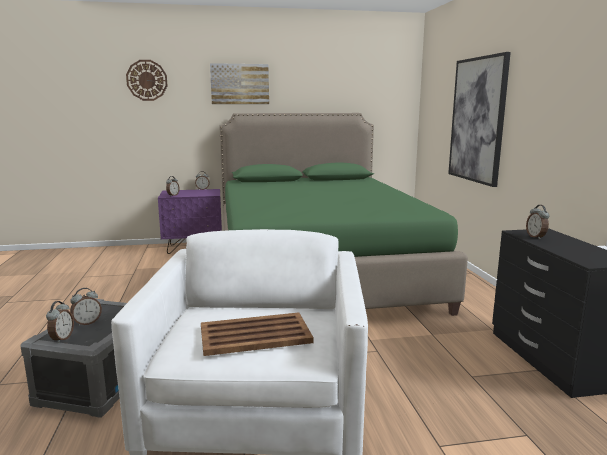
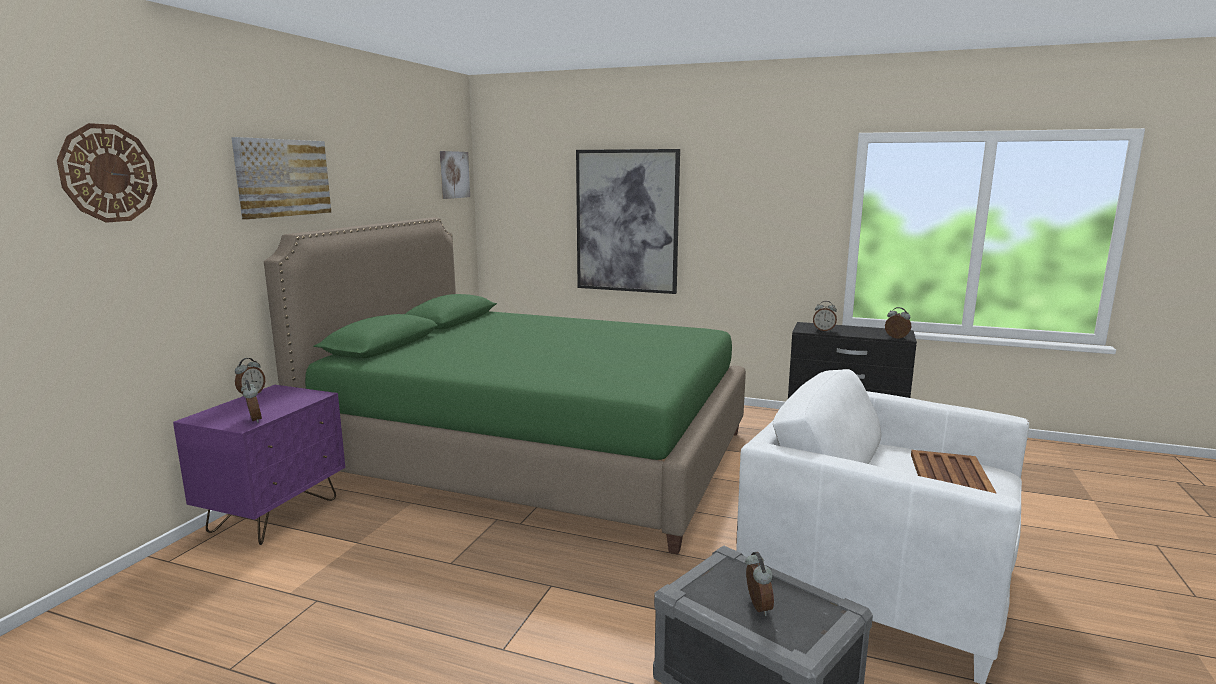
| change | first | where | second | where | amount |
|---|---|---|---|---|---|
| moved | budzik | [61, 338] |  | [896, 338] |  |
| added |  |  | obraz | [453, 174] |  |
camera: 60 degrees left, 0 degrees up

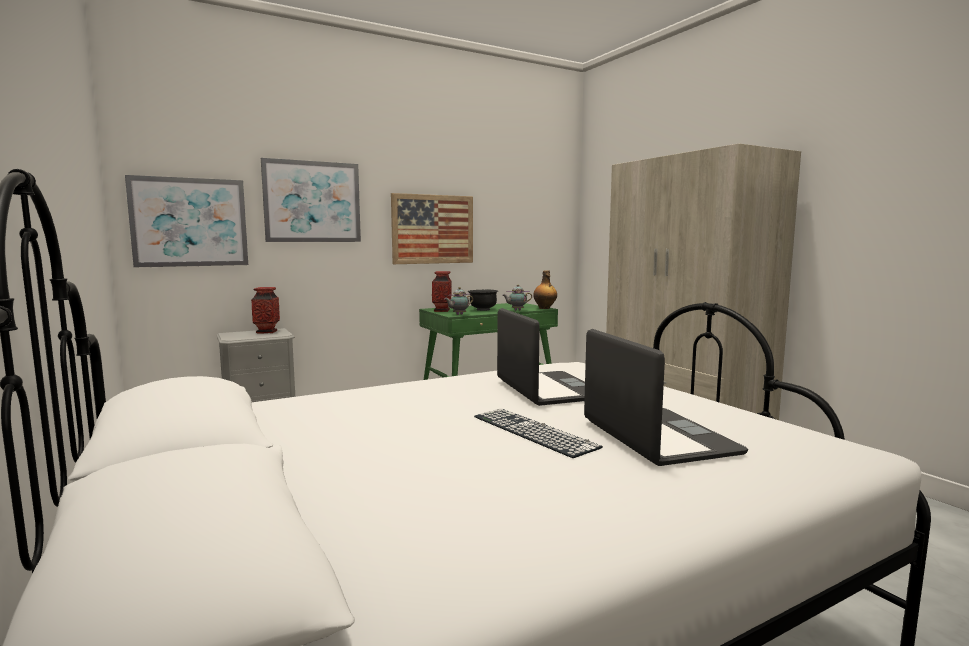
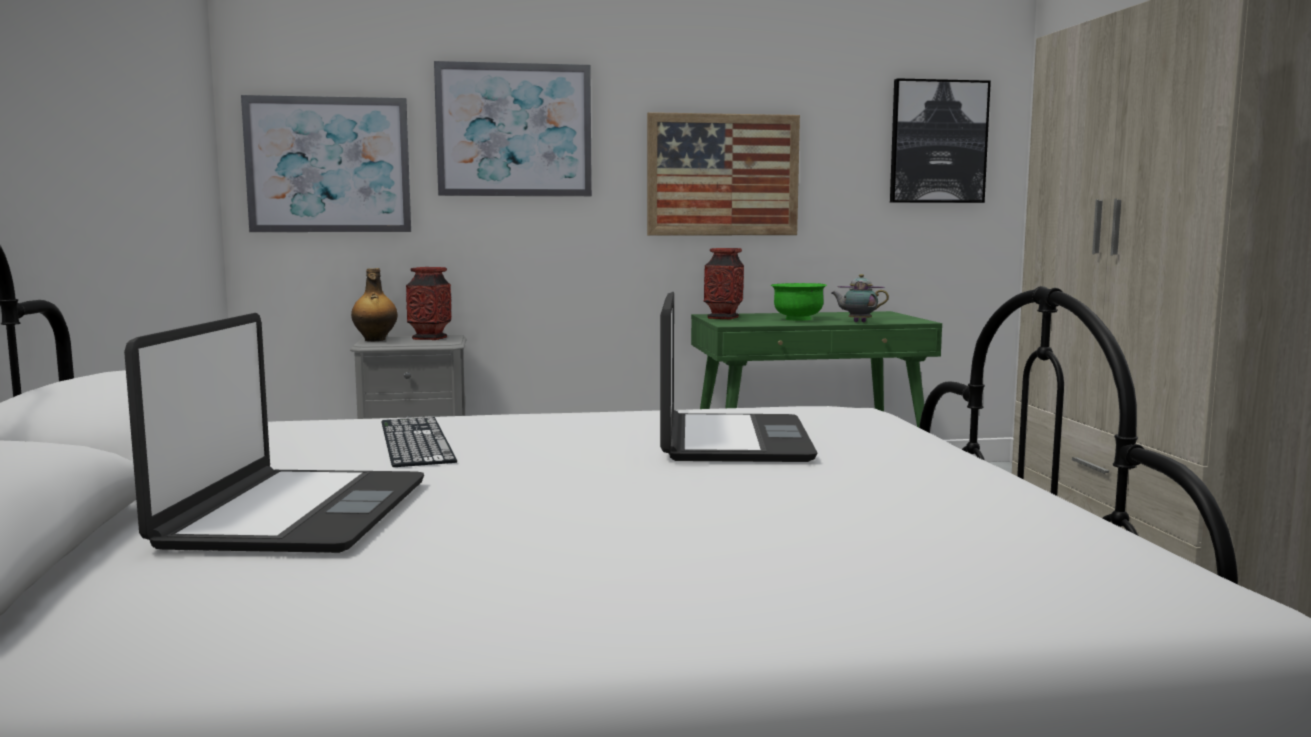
| change | first | where | second | where | amount |
|---|---|---|---|---|---|
| moved | butelka | [544, 308] |  | [375, 340] |  |
| removed | imbryk | [458, 314] |  |  |  |
| recoloured | miska (czarny) | [483, 309] | miska (zielony) | [797, 319] |  |
| moved | laptop | [656, 438] |  | [294, 514] |  |
| moved | klawiatura | [533, 431] |  | [415, 441] |  |
| added |  |  | obraz | [938, 142] |  |
camera: 20 degrees right, 0 degrees up

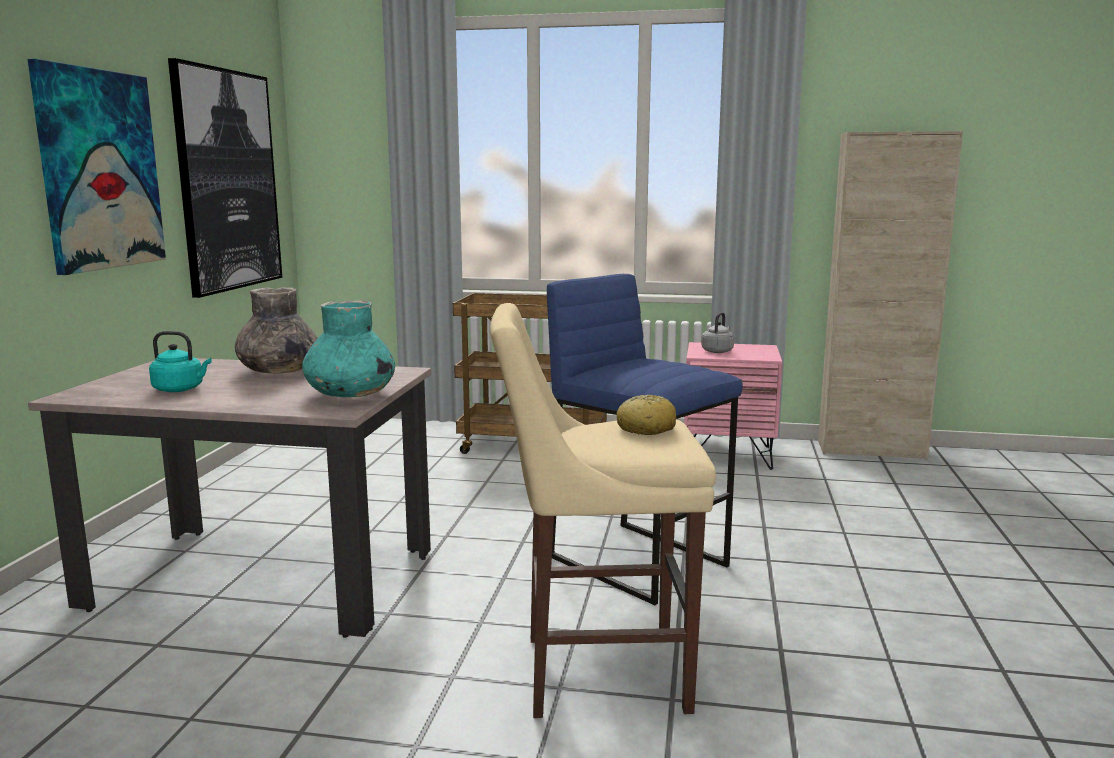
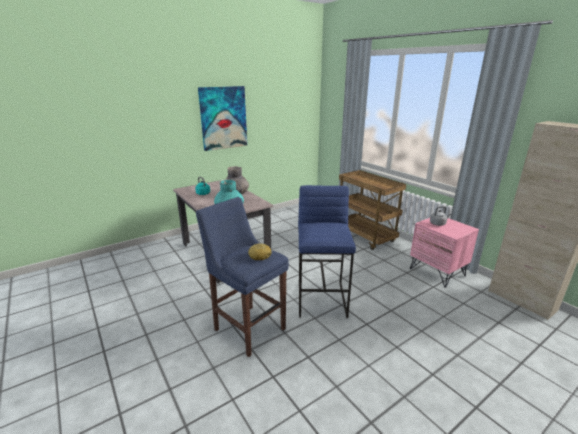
| change | first | where | second | where | amount |
|---|---|---|---|---|---|
| removed | obraz | [228, 180] |  |  |  |
| recoloured | stołek (beżowy) | [595, 672] | stołek (niebieski) | [247, 327] |  |
camera: 45 degrees right, 10 degrees up

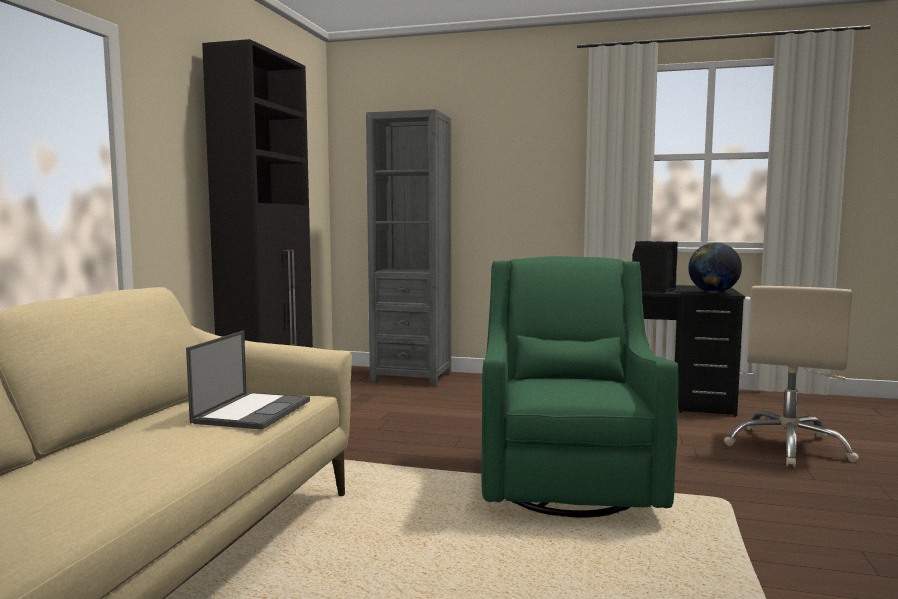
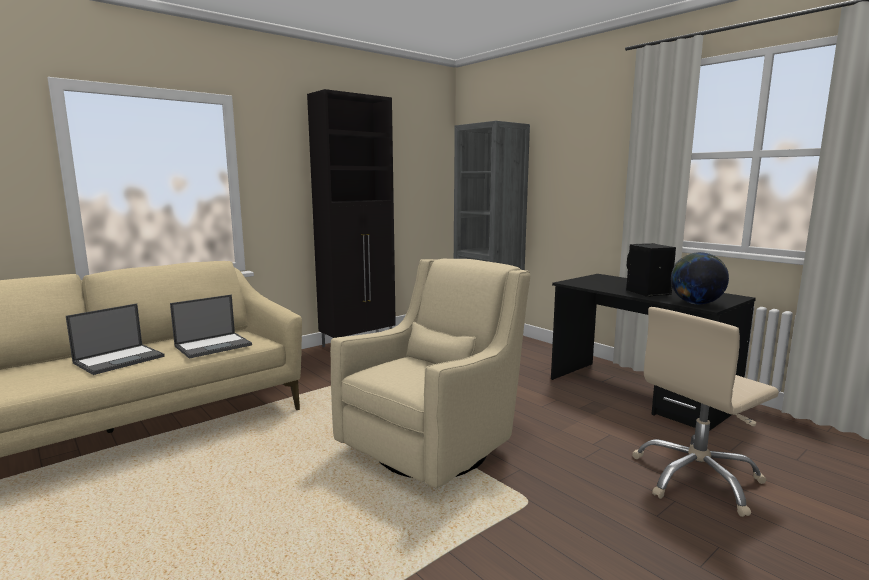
| change | first | where | second | where | amount |
|---|---|---|---|---|---|
| recoloured | fotel (zielony) | [567, 485] | fotel (beżowy) | [435, 447] |  |
| added |  |  | laptop | [120, 359] |  |
camera: 35 degrees right, 5 degrees up

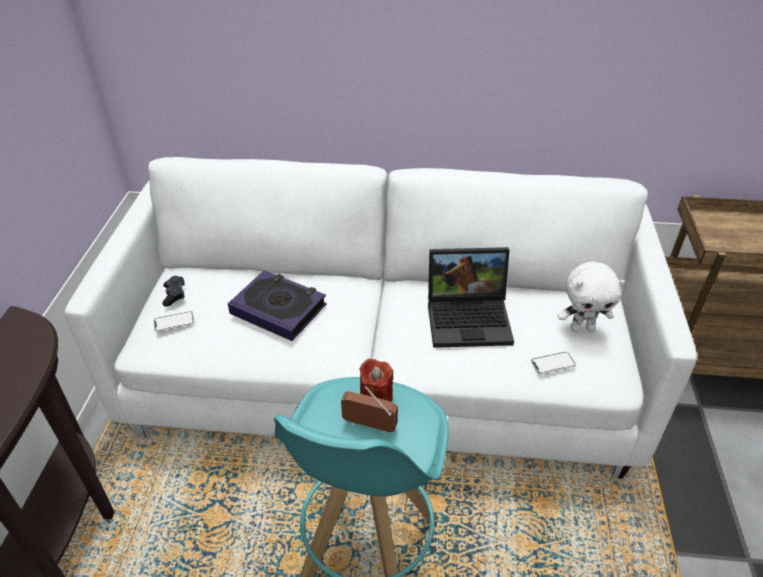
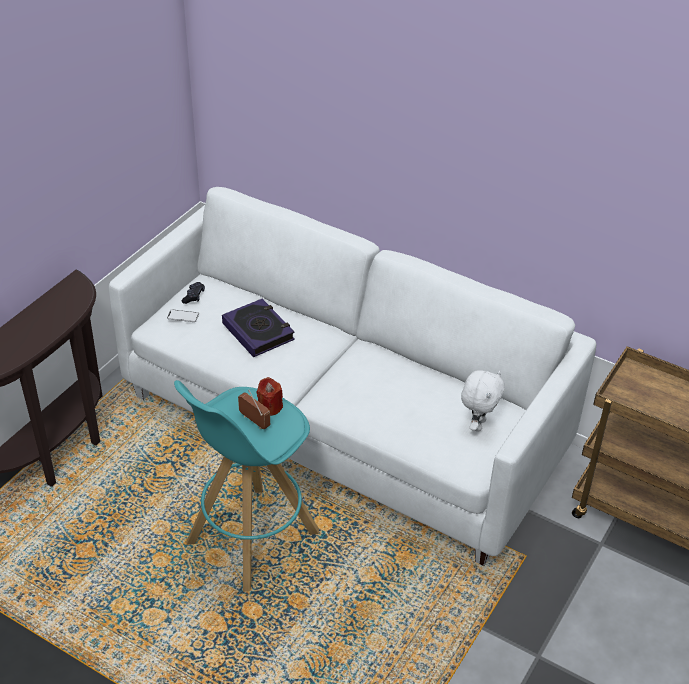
| change | first | where | second | where | amount |
|---|---|---|---|---|---|
| removed | laptop | [470, 318] |  |  |  |
| turned | pluszak (biały) | [582, 328] |  | [477, 424] | 90 degrees counterclockwise |
| removed | telefon | [553, 363] |  |  |  |
camera: 25 degrees right, 0 degrees up

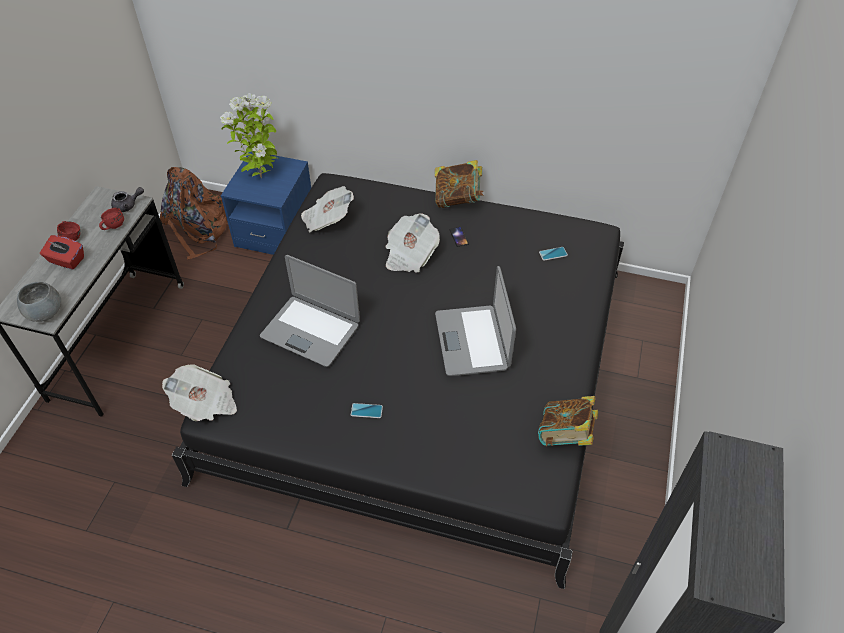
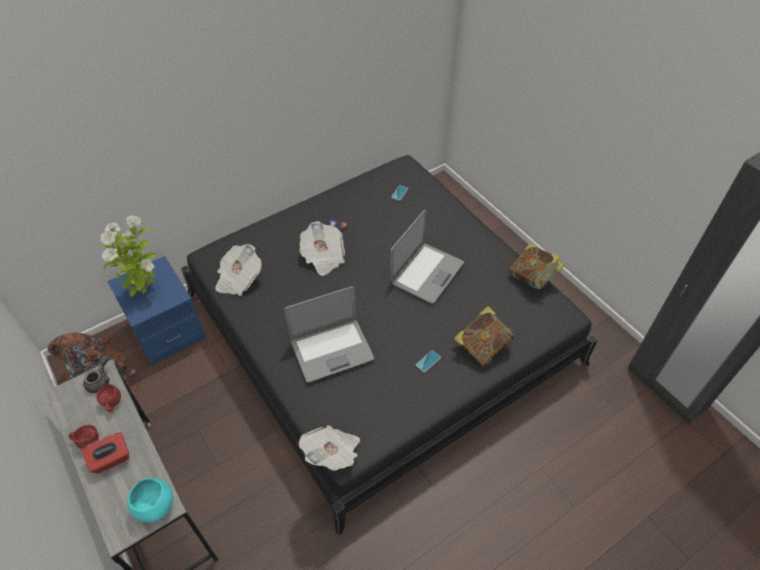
| change | first | where | second | where | amount |
|---|---|---|---|---|---|
| moved | książka | [458, 199] |  | [482, 347] |  |
| turned | laptop | [472, 341] |  | [426, 273] | 90 degrees counterclockwise |
| recoloured | miska (szary) | [45, 312] | miska (turkusowy) | [155, 505] |  |
camera: 50 degrees left, 0 degrees up

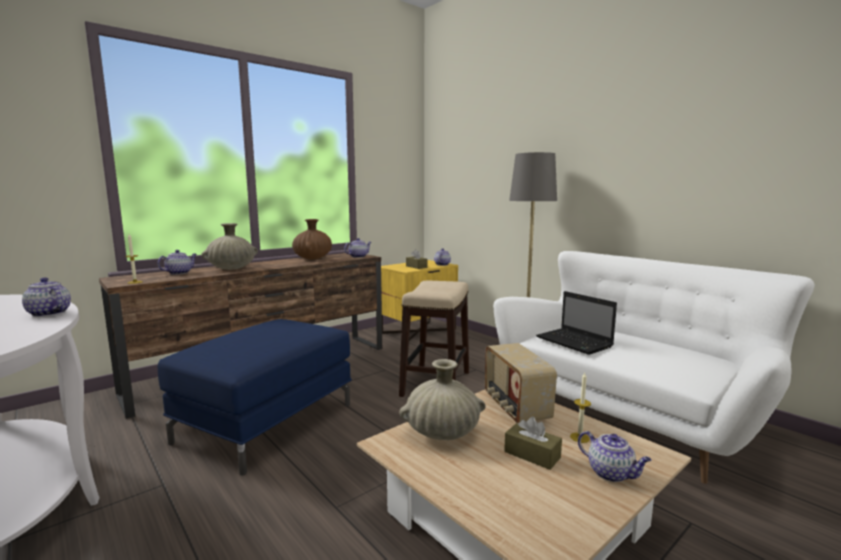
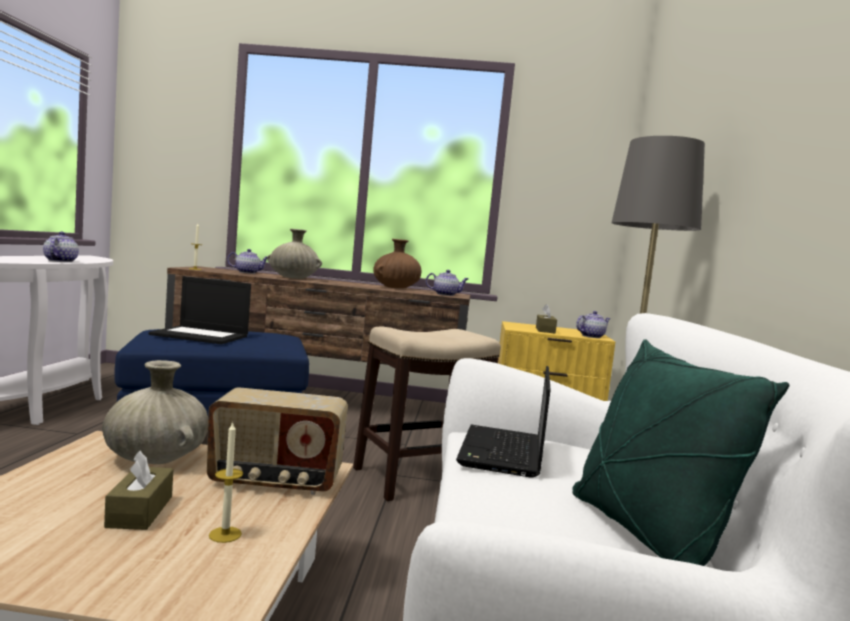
| change | first | where | second | where | amount |
|---|---|---|---|---|---|
| turned | radio | [515, 407] |  | [275, 482] | 120 degrees counterclockwise |
| removed | imbryk | [611, 473] |  |  |  |
| added |  |  | laptop | [201, 335] |  |
| added |  |  | poduszka (zielony) | [645, 535] |  |
camera: 45 degrees right, 5 degrees down

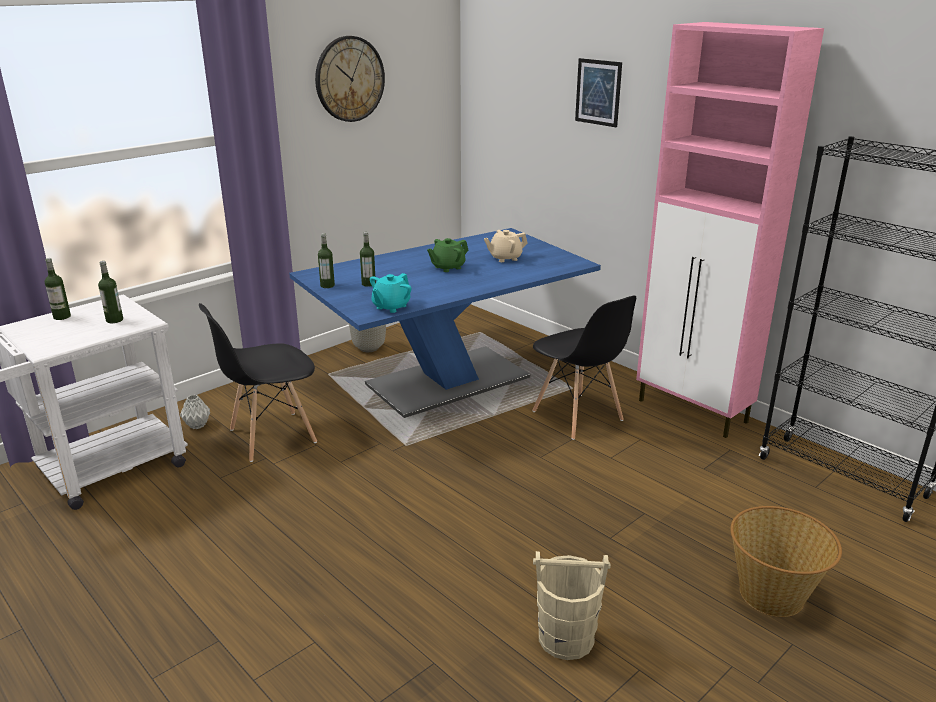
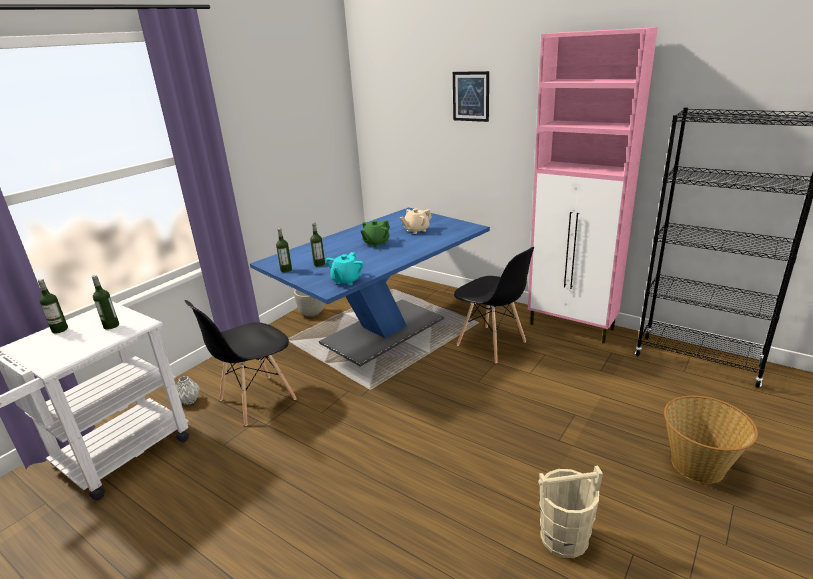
| change | first | where | second | where | amount |
|---|---|---|---|---|---|
| removed | zegar ścienny | [349, 79] |  |  |  |
camera: 10 degrees left, 0 degrees up

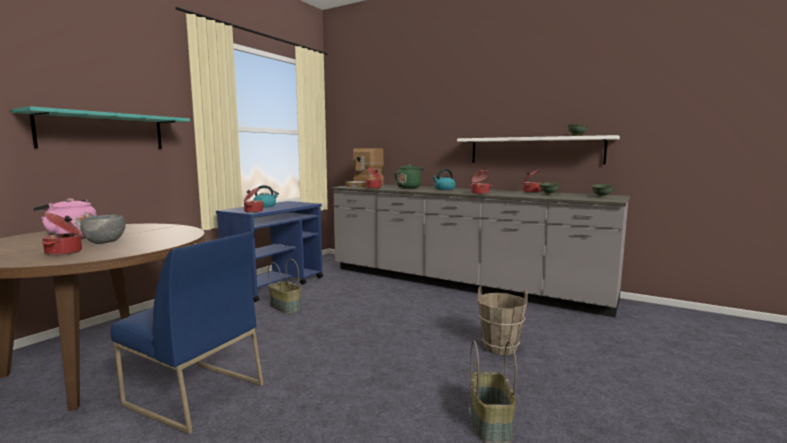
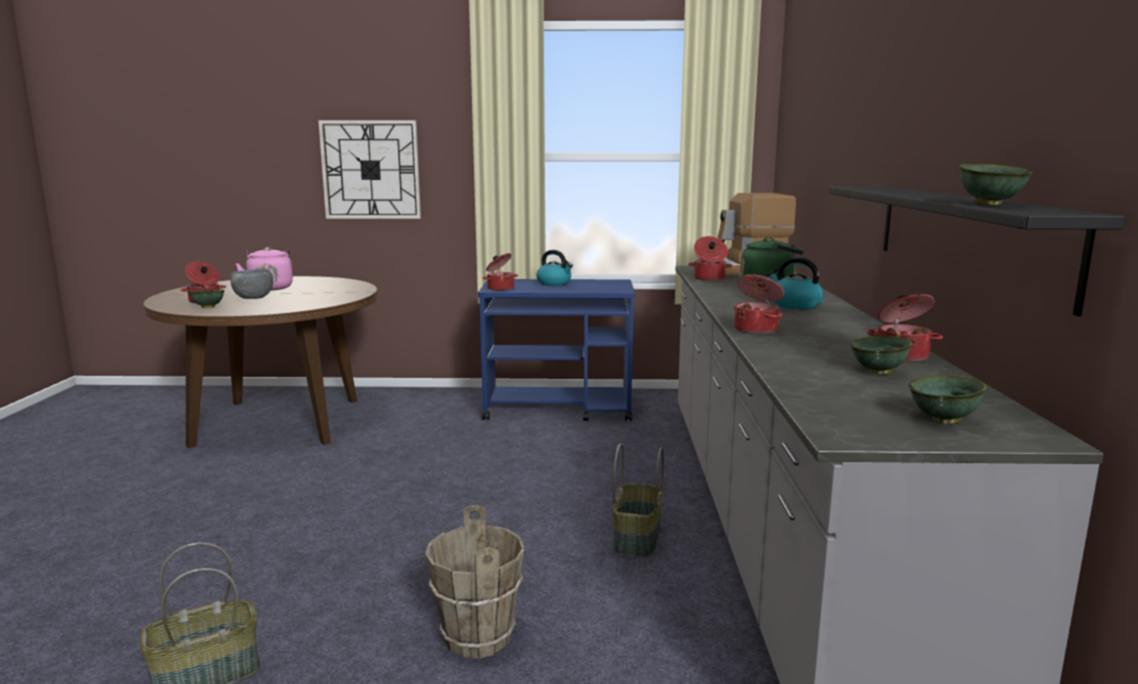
| change | first | where | second | where | amount |
|---|---|---|---|---|---|
| replaced | półka (turkusowy) | [103, 131] | zegar ścienny | [371, 170] |  |
| recoloured | półka (biały) | [534, 150] | półka (czarny) | [963, 236] |  |
| removed | krzesło (niebieski) | [193, 394] |  |  |  |
| moved | koszyk | [286, 307] |  | [638, 539] |  |
| added |  |  | miska (zielony) | [207, 308] |  |
camera: 60 degrees right, 5 degrees up

